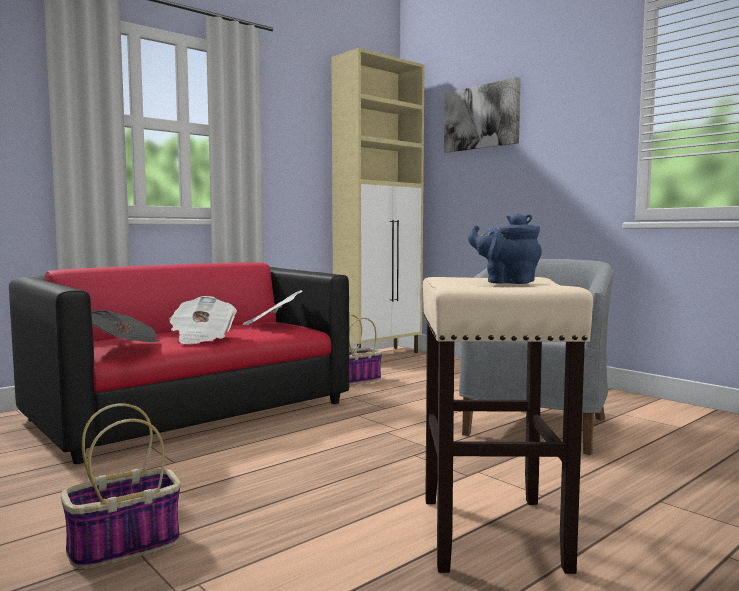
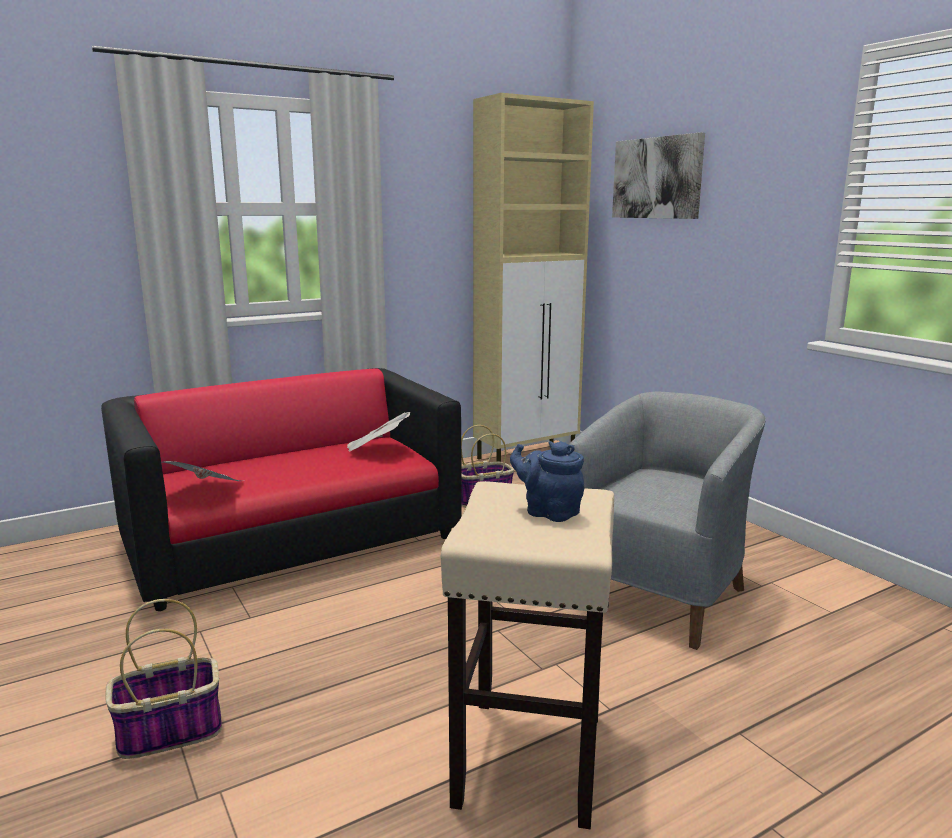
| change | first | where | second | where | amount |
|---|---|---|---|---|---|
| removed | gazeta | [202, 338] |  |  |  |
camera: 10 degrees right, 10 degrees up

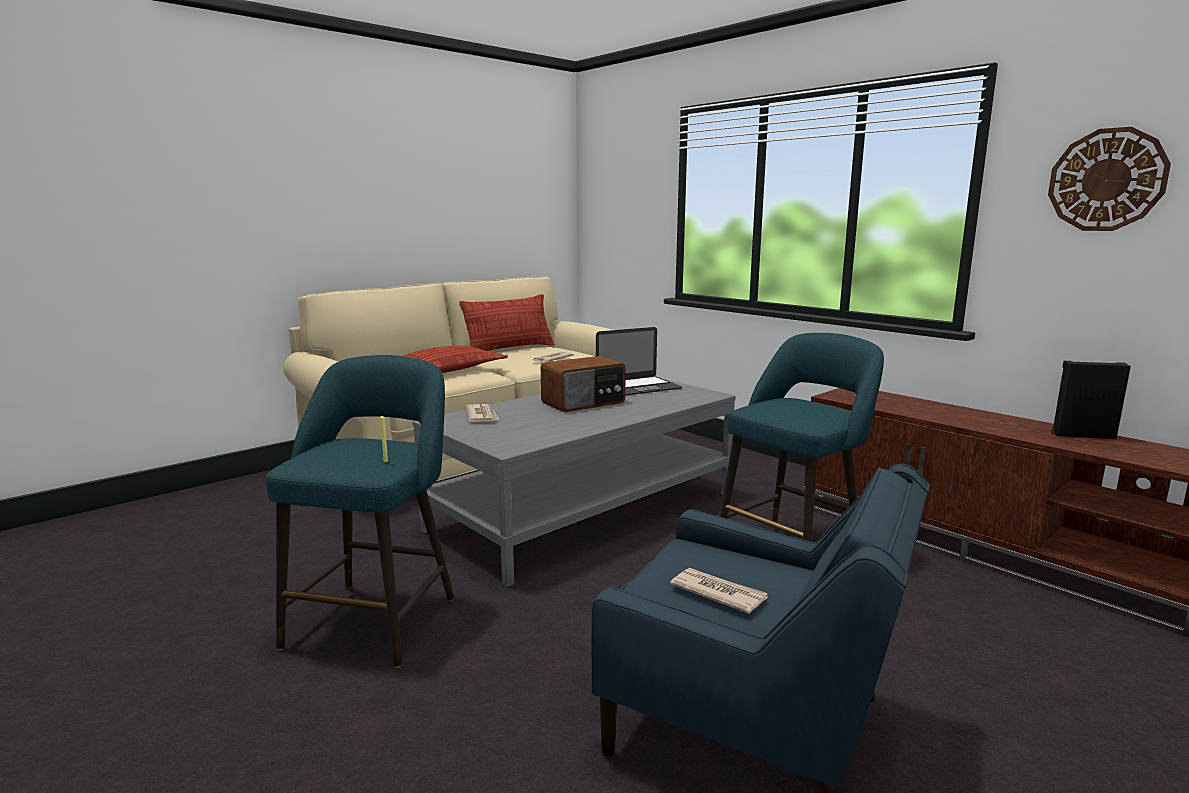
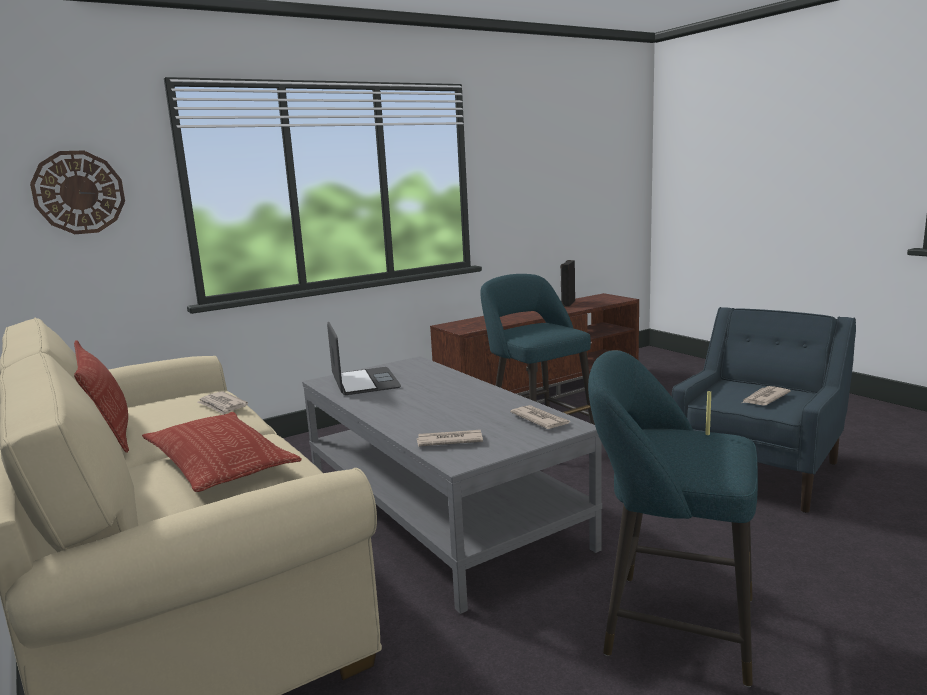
| change | first | where | second | where | amount |
|---|---|---|---|---|---|
| moved | zegar ścienny | [1106, 180] |  | [79, 192] |  |
| removed | radio | [584, 403] |  |  |  |
| added |  |  | gazeta | [540, 420] |  |
camera: 80 degrees left, 0 degrees up

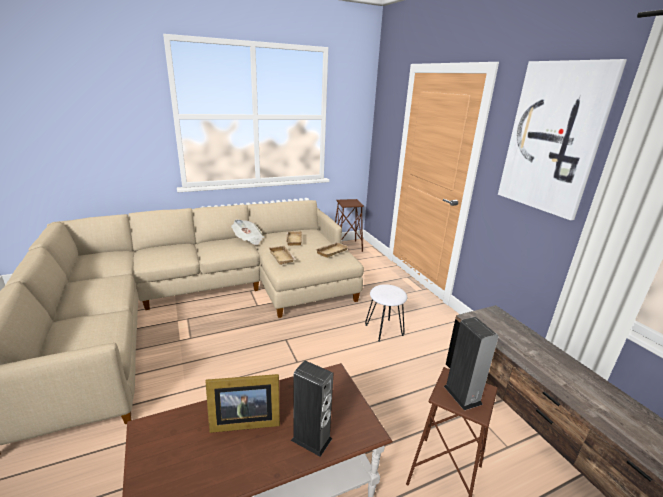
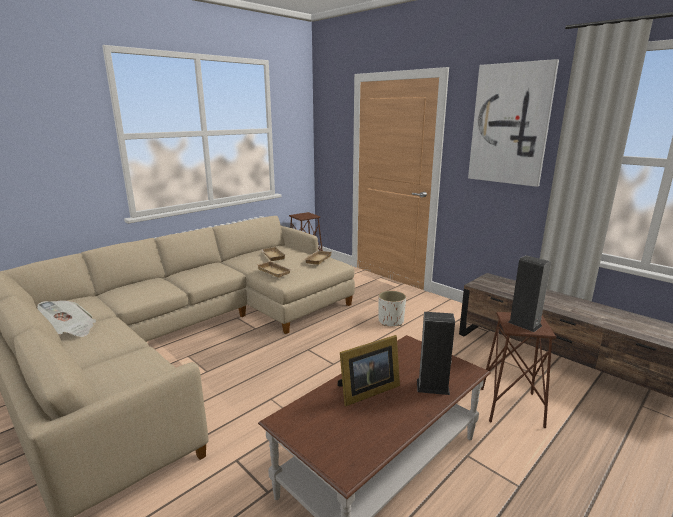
| change | first | where | second | where | amount |
|---|---|---|---|---|---|
| moved | gazeta | [248, 240] |  | [69, 330] |  |
| replaced | stołek (biały) | [384, 329] | donica (biały) | [391, 321] |  |
camera: 20 degrees left, 5 degrees down

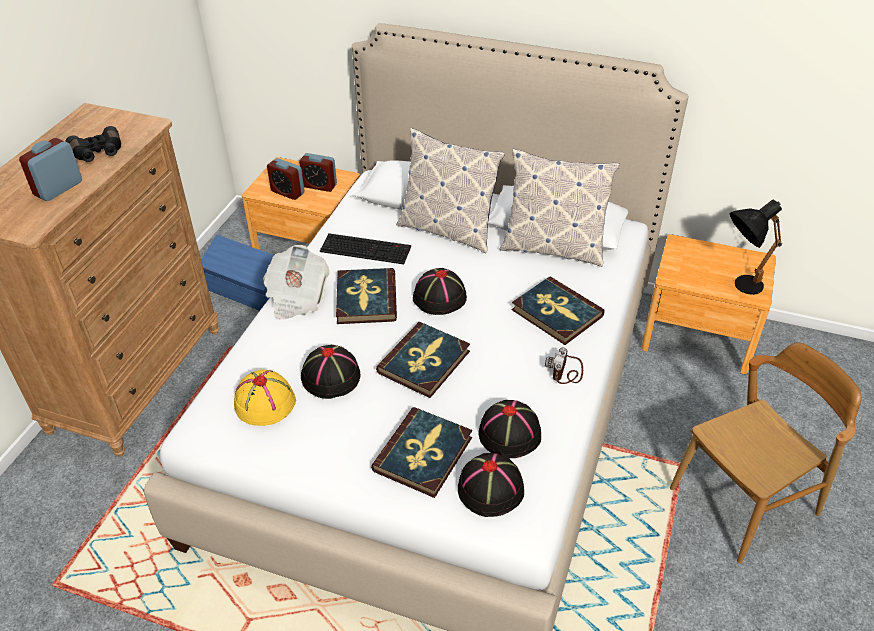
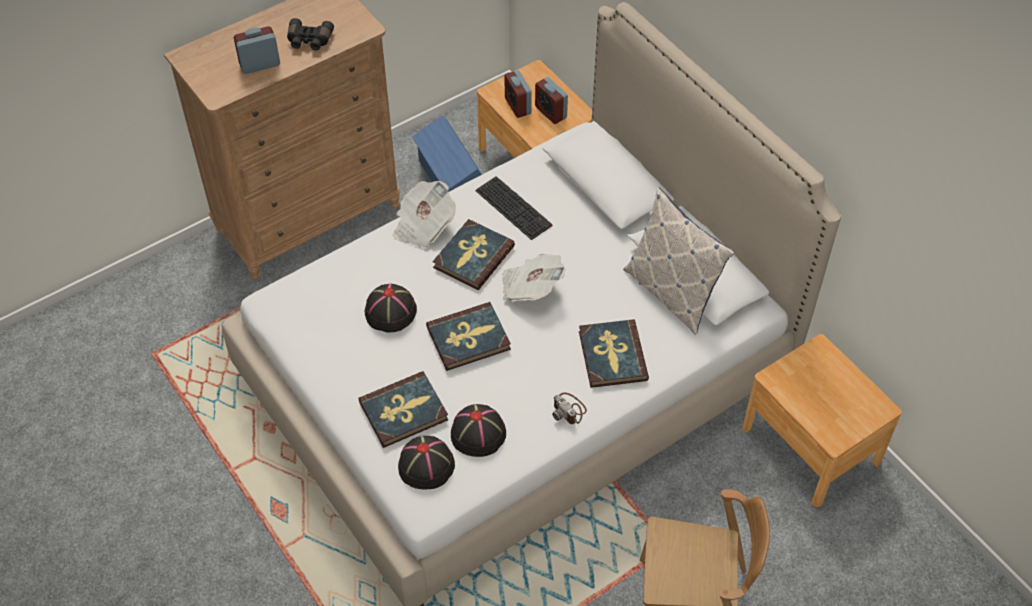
| change | first | where | second | where | amount |
|---|---|---|---|---|---|
| removed | poduszka | [448, 230] |  |  |  |
| removed | lampa stołowa (czarny) | [738, 287] |  |  |  |
| replaced | kapelusz (czarny) | [439, 298] | gazeta | [530, 288] |  |
| turned | aparat fotograficzny | [566, 371] |  | [569, 410] | 90 degrees counterclockwise |
| removed | kapelusz (żółty) | [264, 402] |  |  |  |
camera: 35 degrees right, 10 degrees up

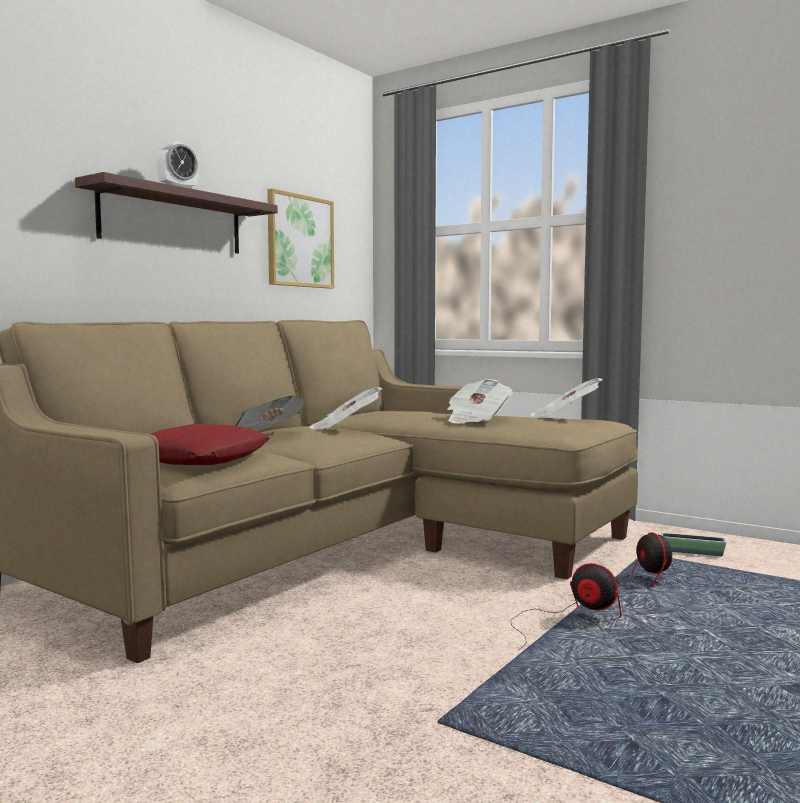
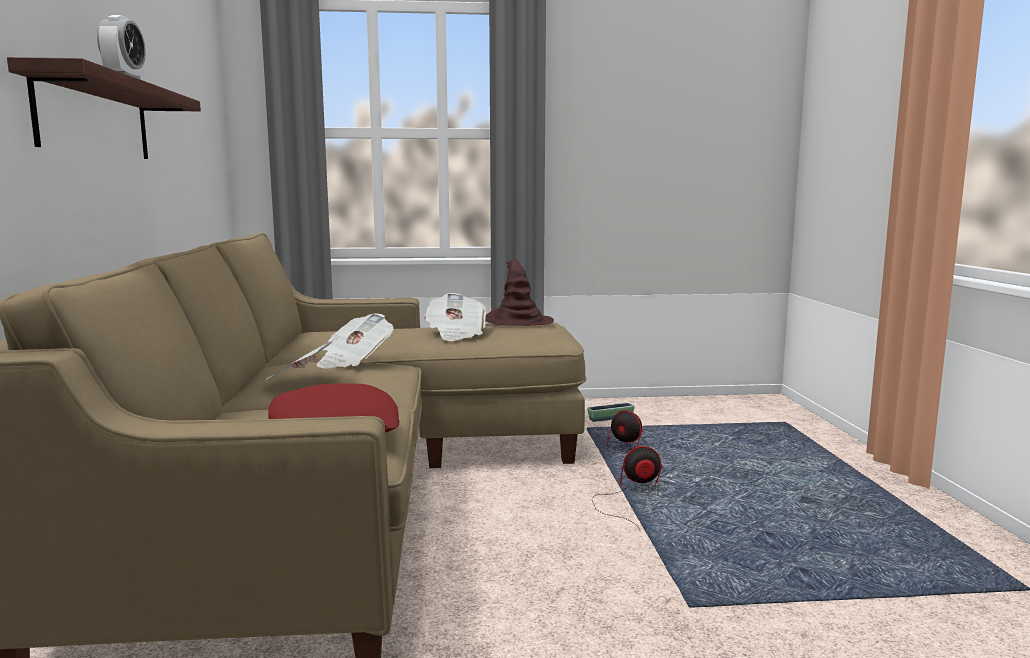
| change | first | where | second | where | amount |
|---|---|---|---|---|---|
| removed | obraz | [300, 241] |  |  |  |
| replaced | gazeta | [565, 416] | kapelusz (brązowy) | [517, 321] |  |
camera: 40 degrees left, 5 degrees up

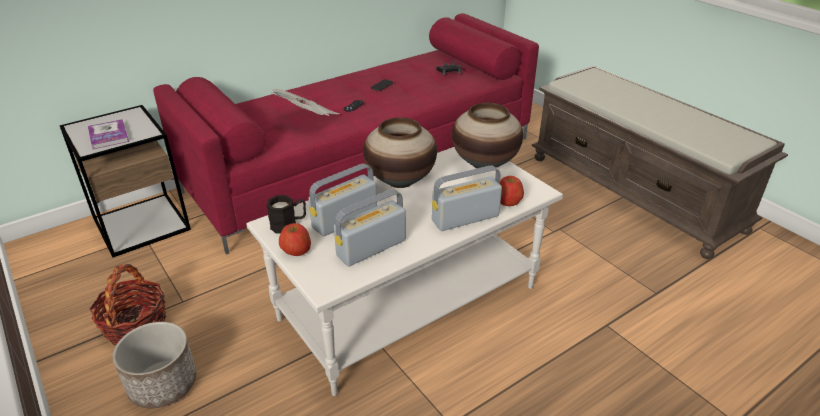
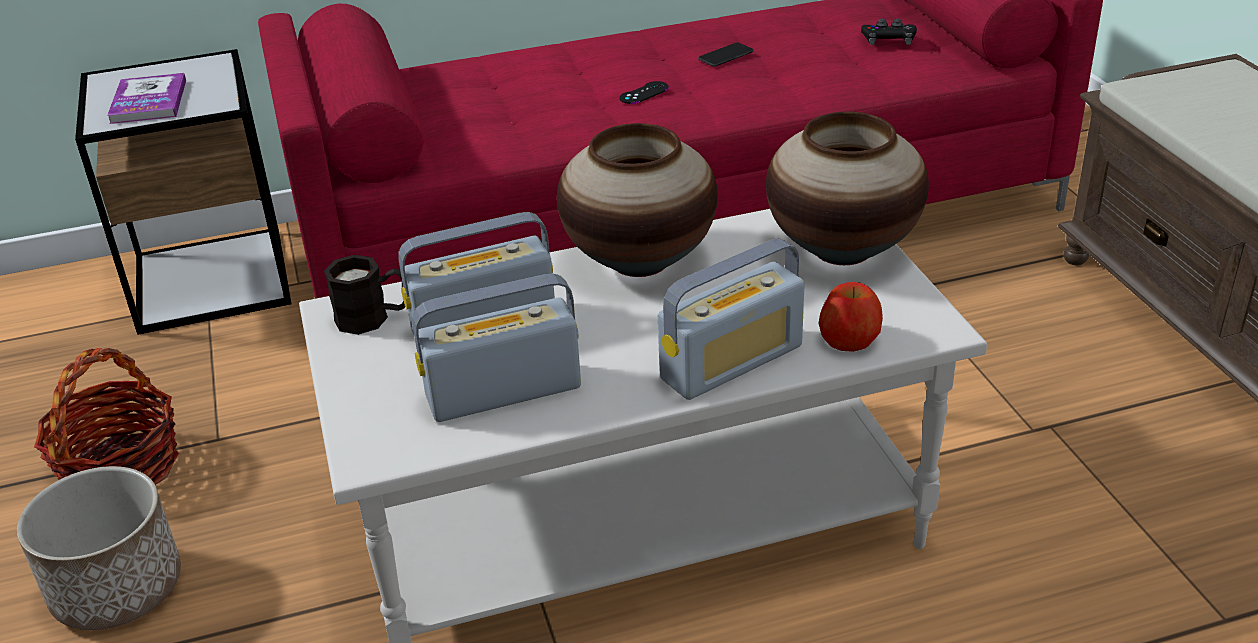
| change | first | where | second | where | amount |
|---|---|---|---|---|---|
| removed | gazeta | [307, 118] |  |  |  |
| turned | radio | [465, 218] |  | [732, 362] | 150 degrees clockwise |
| removed | jabłko | [296, 250] |  |  |  |
camera: 20 degrees right, 0 degrees up

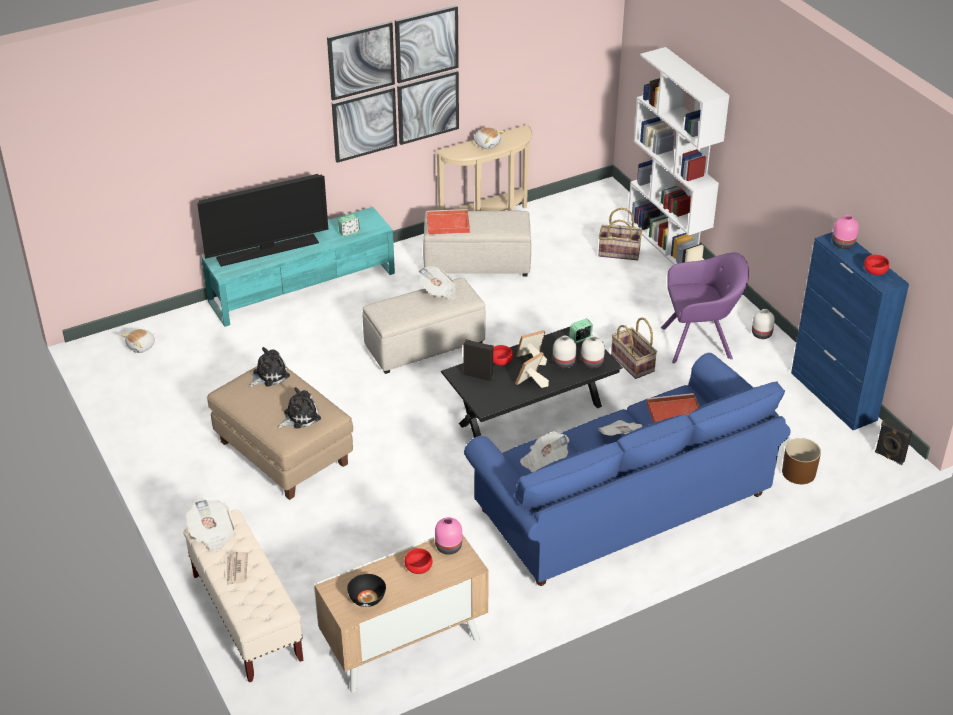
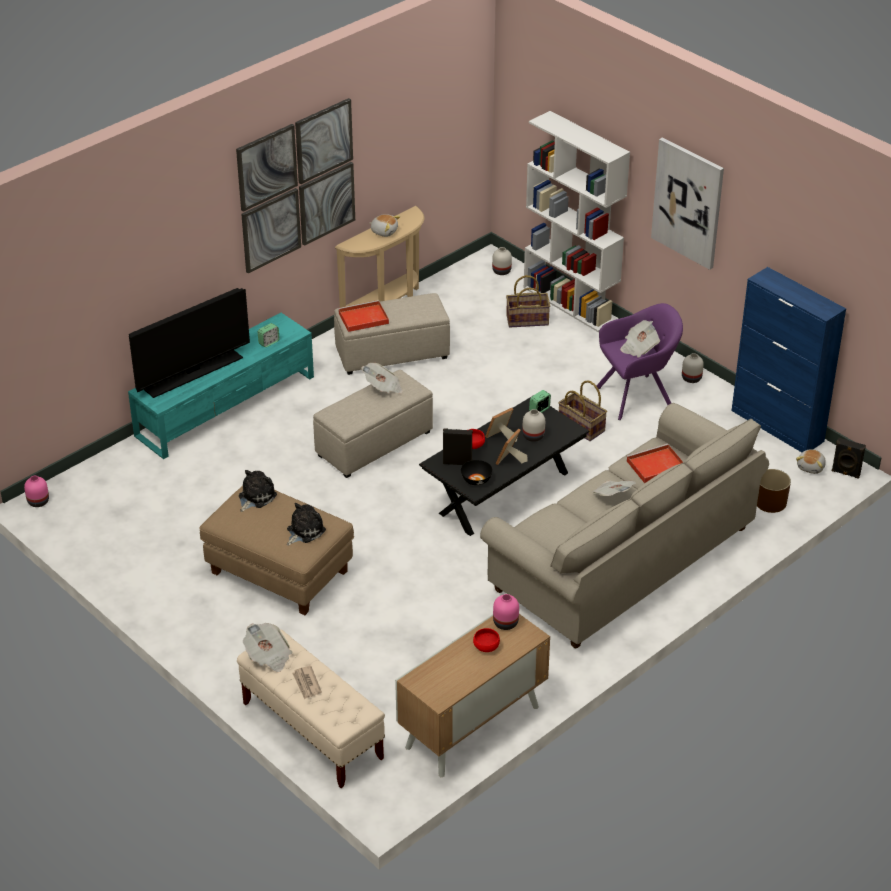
| change | first | where | second | where | amount |
|---|---|---|---|---|---|
| moved | wazon (różowy) | [842, 244] |  | [37, 502] |  |
| removed | miska (czerwony) | [874, 272] |  |  |  |
| moved | pluszak | [142, 346] |  | [811, 467] |  |
| moved | wazon (biały) | [592, 363] |  | [501, 271] |  |
| recoloured | kanapa (niebieski) | [622, 504] | kanapa (beżowy) | [621, 560] |  |
| moved | gazeta | [544, 462] |  | [640, 347] |  |
| moved | miska (czarny) | [366, 599] |  | [476, 480] |  |
| added |  |  | obraz | [688, 203] |  |
camera: 15 degrees left, 0 degrees up

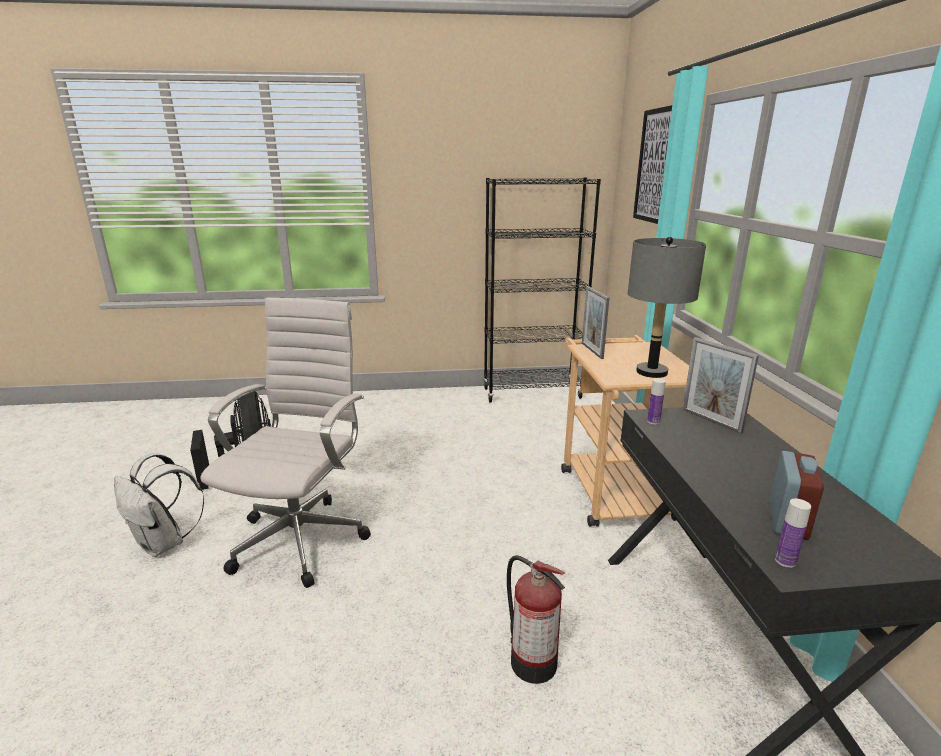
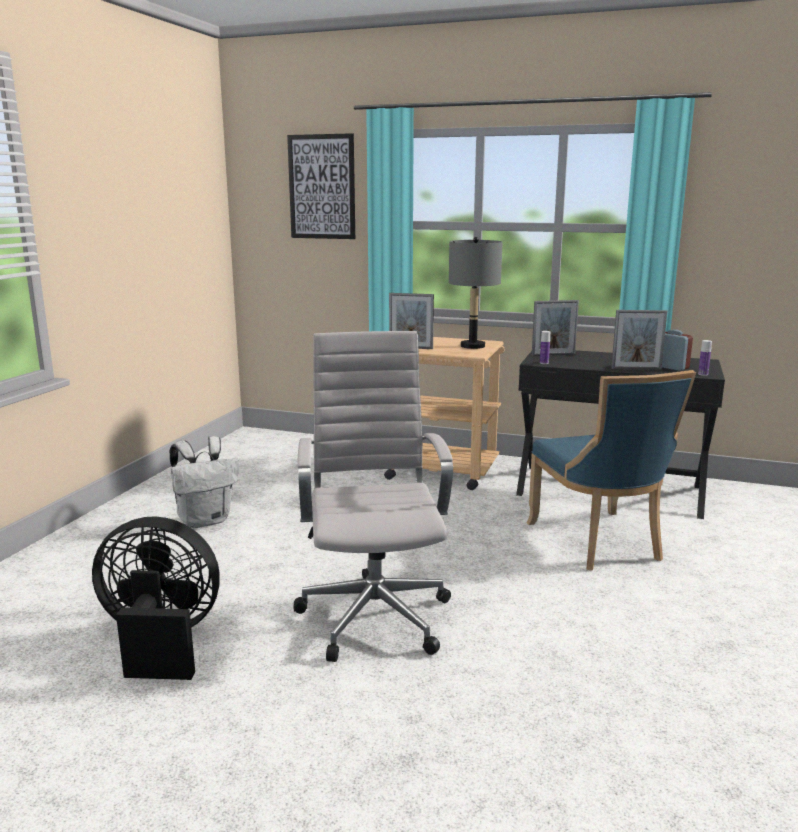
| change | first | where | second | where | amount |
|---|---|---|---|---|---|
| removed | regał (czarny) | [532, 393] |  |  |  |
| turned | krzesło biurowe (biały) | [303, 537] |  | [374, 614] | 45 degrees clockwise |
| moved | plecak (biały) | [164, 543] |  | [205, 520] |  |
| replaced | gaśnica | [531, 660] | krzesło (niebieski) | [599, 543] |  |
| added |  |  | ramka na zdjęcie | [636, 369] |  |
camera: 65 degrees left, 5 degrees down

